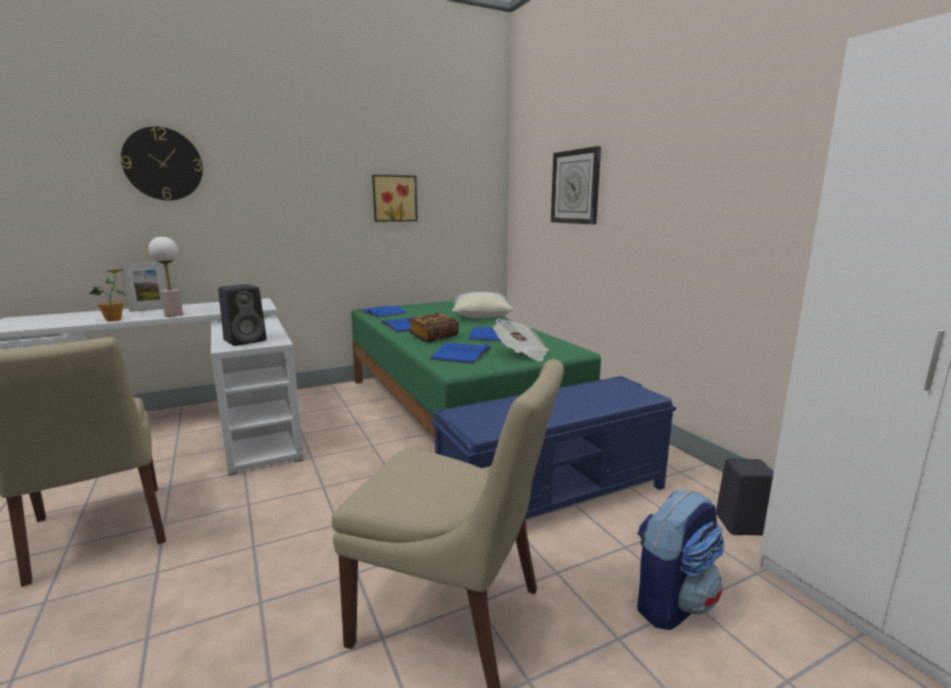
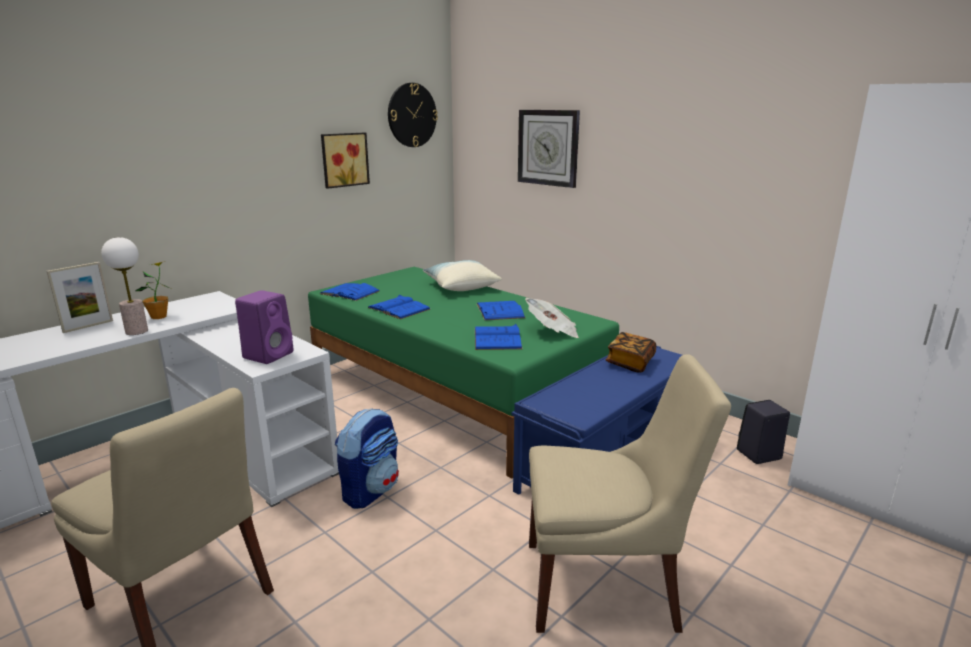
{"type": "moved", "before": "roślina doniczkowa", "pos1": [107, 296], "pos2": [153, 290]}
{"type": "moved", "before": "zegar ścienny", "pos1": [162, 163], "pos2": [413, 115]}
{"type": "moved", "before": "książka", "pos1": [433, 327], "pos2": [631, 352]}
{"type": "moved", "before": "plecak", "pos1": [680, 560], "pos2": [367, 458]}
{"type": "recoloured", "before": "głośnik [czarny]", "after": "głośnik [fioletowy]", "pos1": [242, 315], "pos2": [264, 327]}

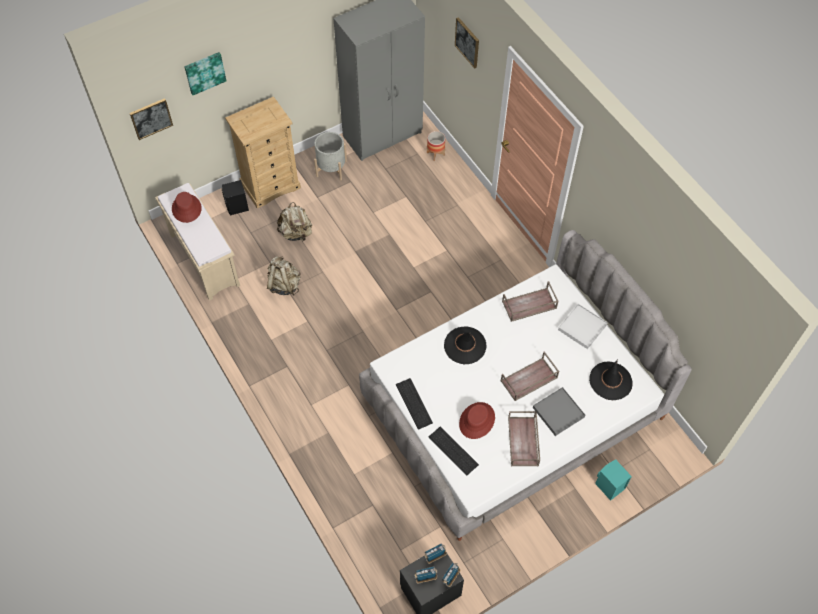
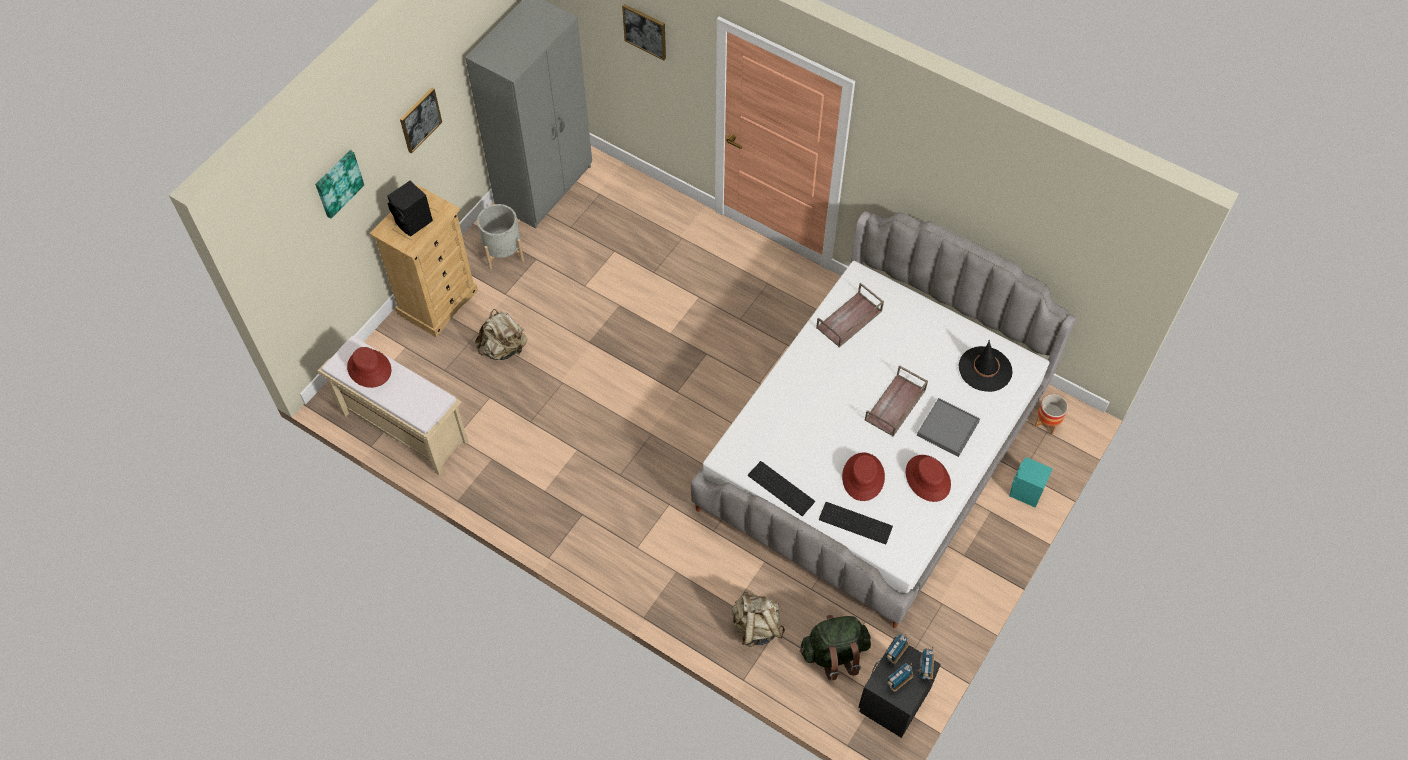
{"type": "removed", "before": "kapelusz [czarny]", "pos1": [465, 345]}
{"type": "removed", "before": "taca [biały]", "pos1": [583, 326]}
{"type": "added", "after": "plecak [zielony]", "pos2": [835, 647]}
{"type": "moved", "before": "obraz", "pos1": [151, 119], "pos2": [421, 121]}
{"type": "moved", "before": "głośnik [czarny]", "pos1": [235, 197], "pos2": [410, 208]}
{"type": "moved", "before": "plecak [beżowy]", "pos1": [284, 276], "pos2": [758, 619]}
{"type": "moved", "before": "donica", "pos1": [436, 146], "pos2": [1051, 414]}
{"type": "replaced", "before": "taca [brązowy]", "after": "kapelusz [czerwony]", "pos1": [524, 439], "pos2": [928, 478]}

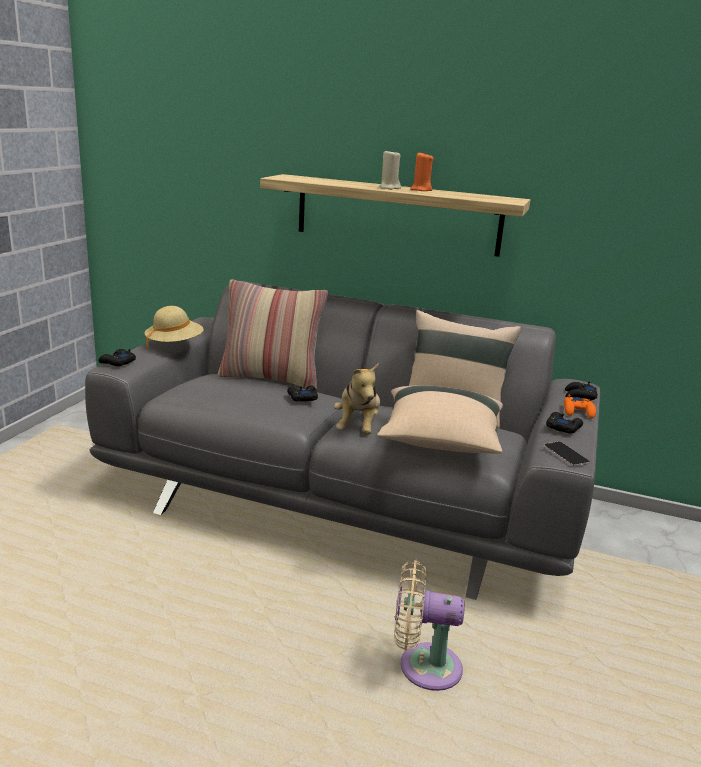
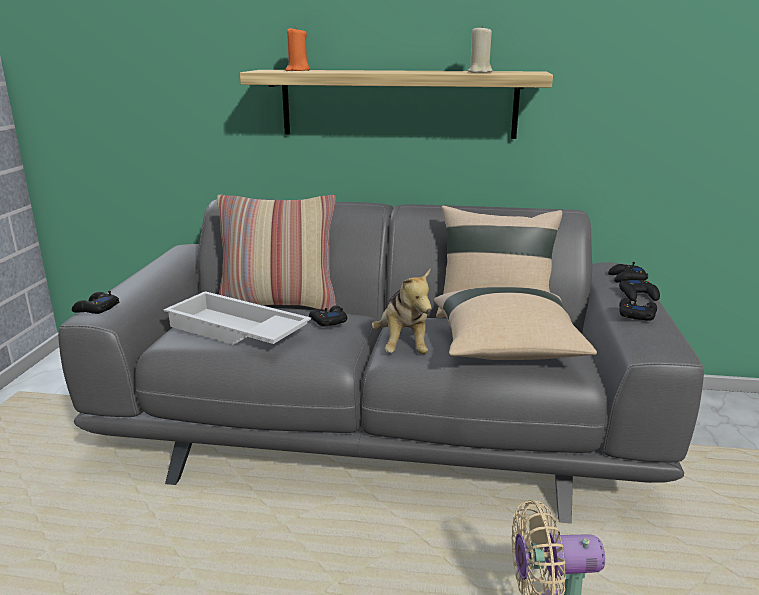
{"type": "removed", "before": "kapelusz [beżowy]", "pos1": [174, 327]}
{"type": "removed", "before": "telefon", "pos1": [567, 453]}
{"type": "added", "after": "taca [biały]", "pos2": [237, 318]}
{"type": "moved", "before": "świeca [beżowy]", "pos1": [390, 169], "pos2": [480, 49]}
{"type": "moved", "before": "świeca [pomarańczowy]", "pos1": [422, 171], "pos2": [297, 48]}
{"type": "recoloured", "before": "pad do gier [pomarańczowy]", "after": "pad do gier [czarny]", "pos1": [580, 406], "pos2": [639, 289]}

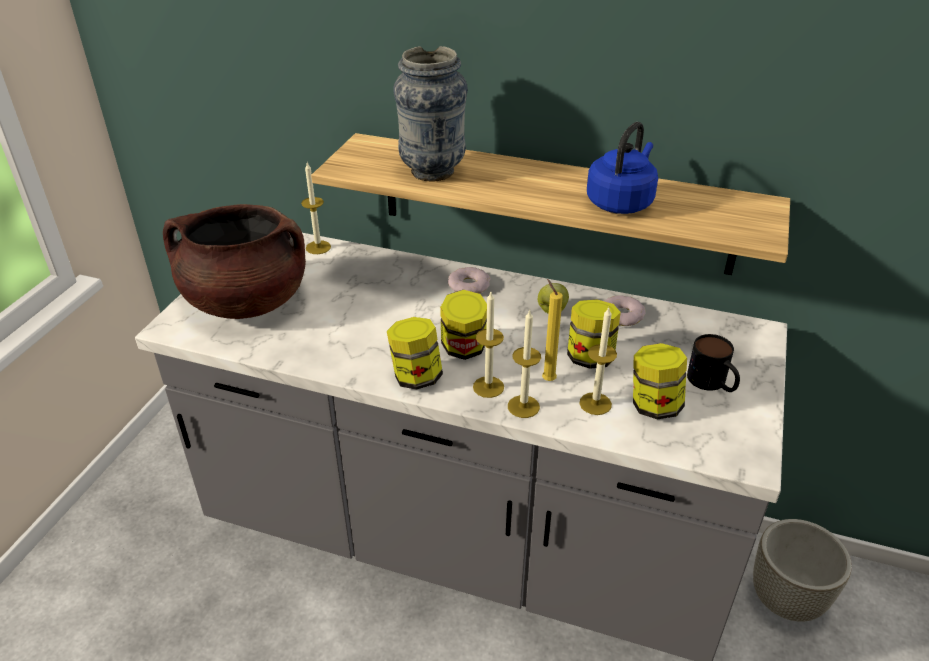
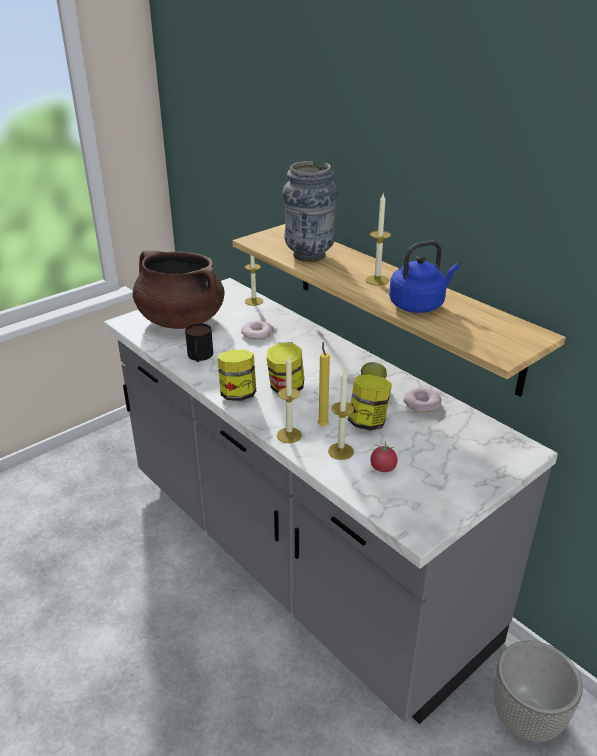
{"type": "moved", "before": "donut", "pos1": [469, 280], "pos2": [257, 330]}
{"type": "moved", "before": "świeca", "pos1": [488, 345], "pos2": [378, 240]}
{"type": "moved", "before": "kubek", "pos1": [713, 363], "pos2": [199, 342]}
{"type": "replaced", "before": "słoik", "after": "pomidor", "pos1": [660, 381], "pos2": [384, 457]}

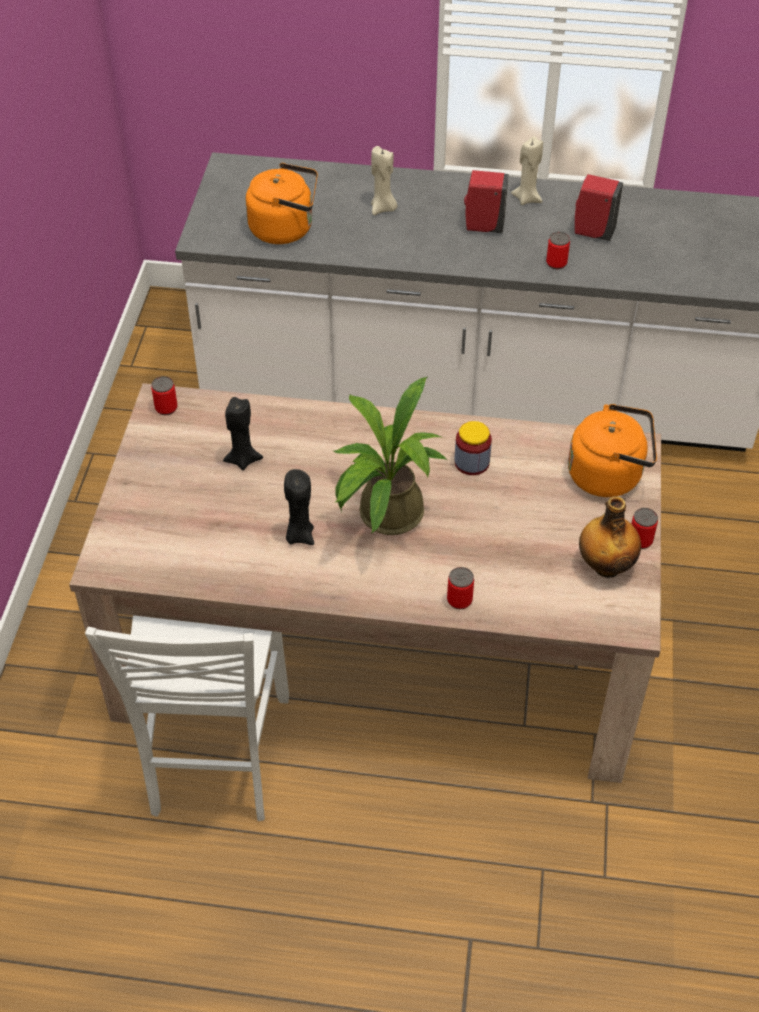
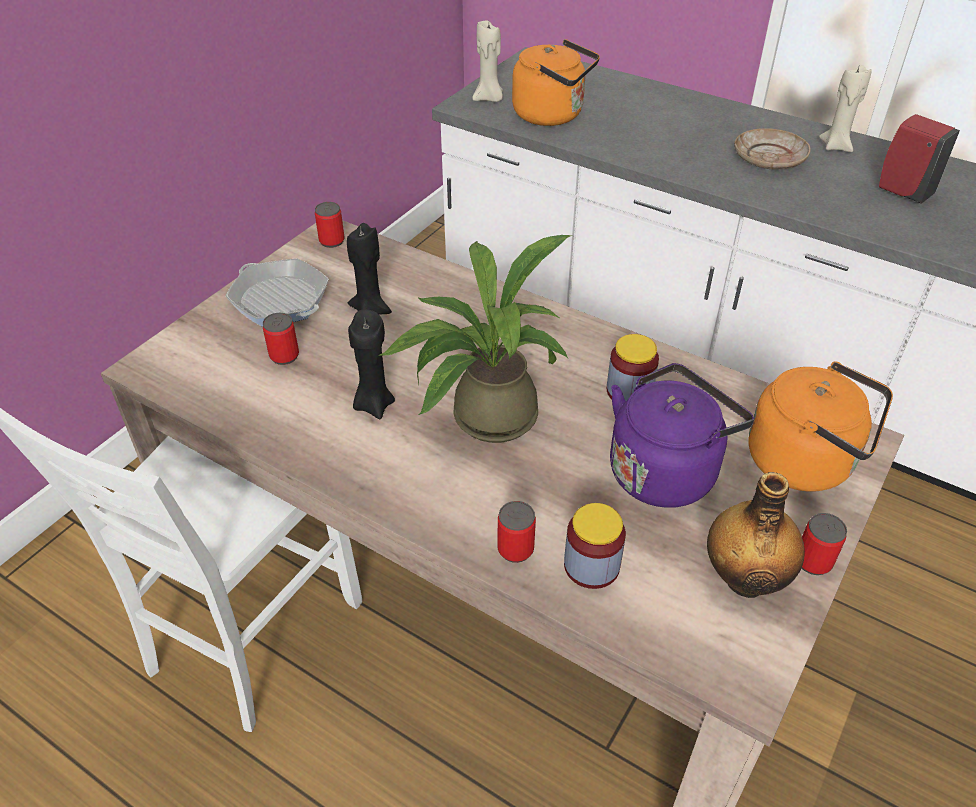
{"type": "added", "after": "patelnia", "pos2": [277, 292]}
{"type": "added", "after": "słoik", "pos2": [595, 546]}
{"type": "added", "after": "czajnik [fioletowy]", "pos2": [682, 435]}
{"type": "moved", "before": "świeca [beżowy]", "pos1": [384, 180], "pos2": [487, 61]}
{"type": "moved", "before": "puszka", "pos1": [558, 250], "pos2": [281, 339]}
{"type": "replaced", "before": "dozownik mydła [czerwony]", "after": "talerz [beżowy]", "pos1": [486, 201], "pos2": [772, 149]}

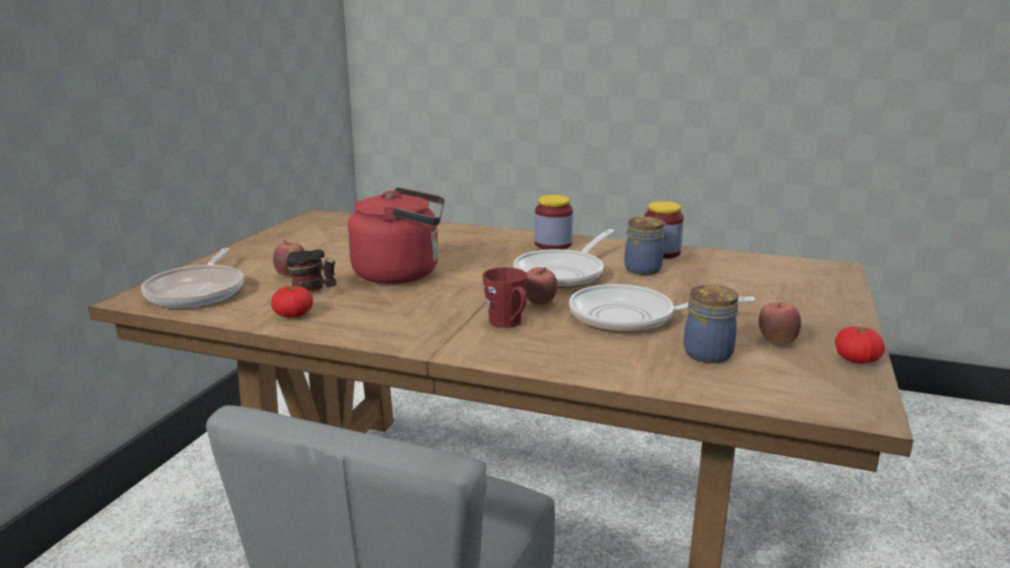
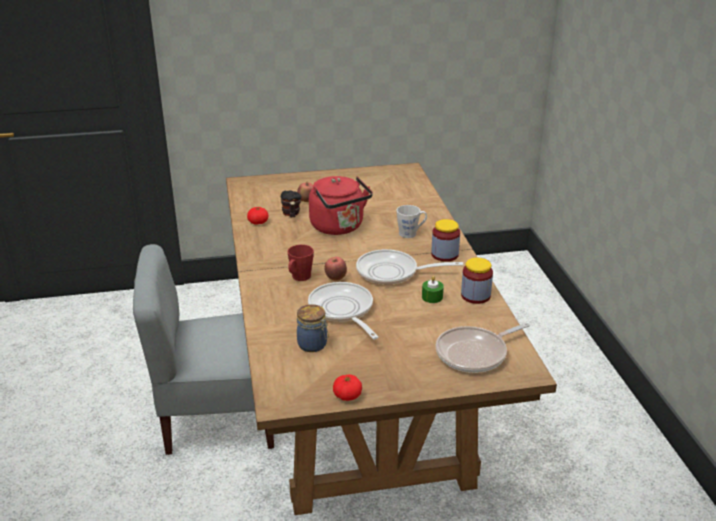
{"type": "removed", "before": "jabłko", "pos1": [780, 323]}
{"type": "added", "after": "kubek [szary]", "pos2": [411, 221]}
{"type": "moved", "before": "patelnia", "pos1": [192, 278], "pos2": [483, 348]}
{"type": "replaced", "before": "słoik", "after": "świeca [zielony]", "pos1": [645, 246], "pos2": [433, 289]}

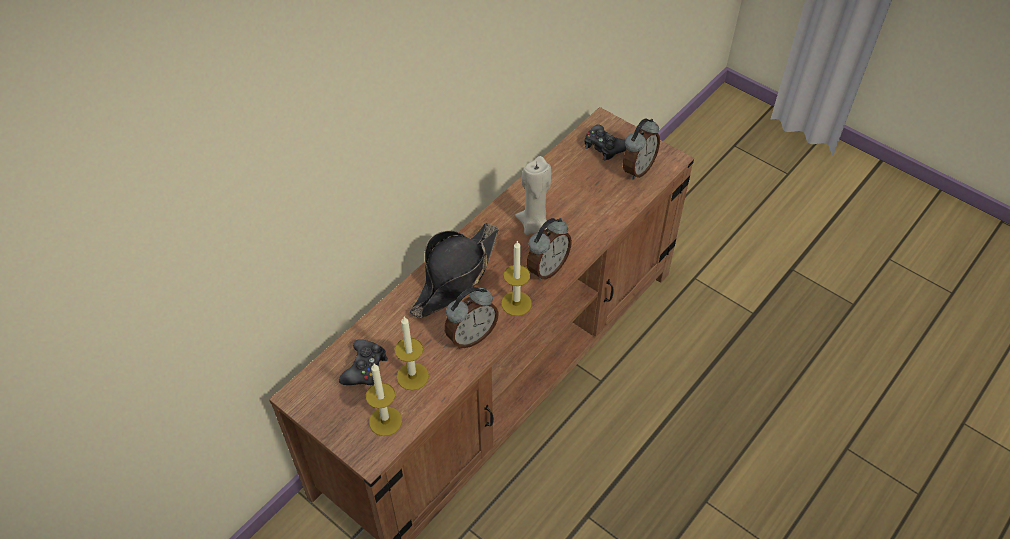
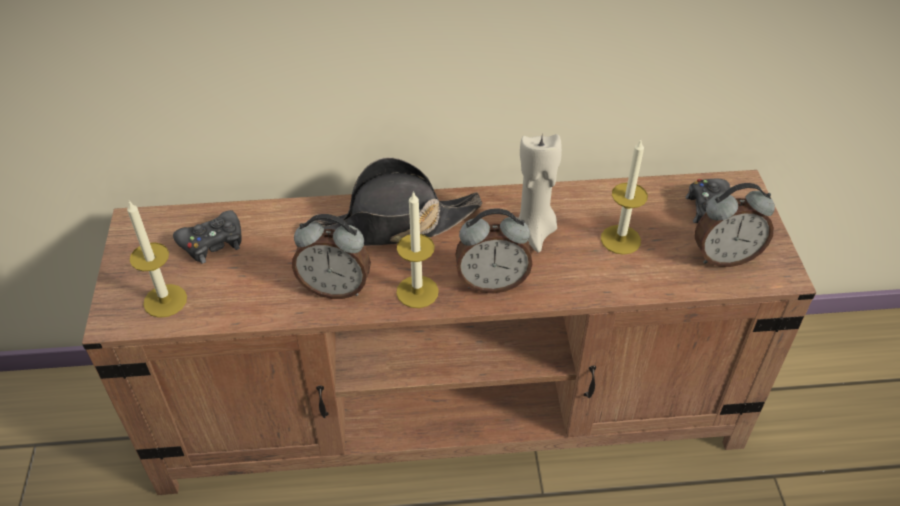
{"type": "moved", "before": "świeca", "pos1": [412, 353], "pos2": [624, 197]}

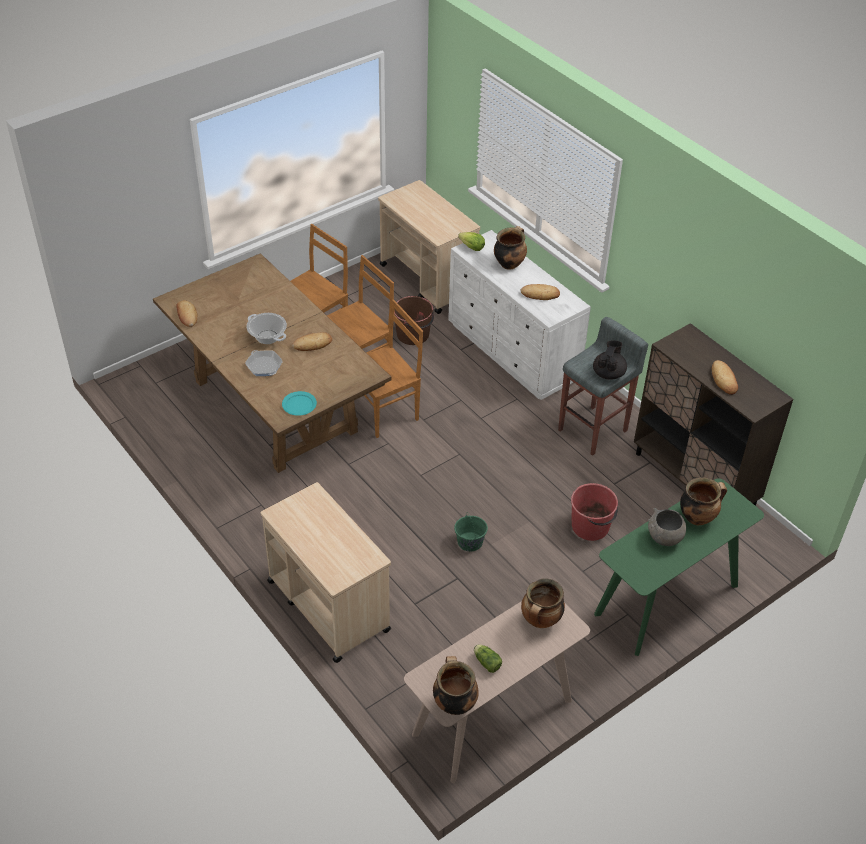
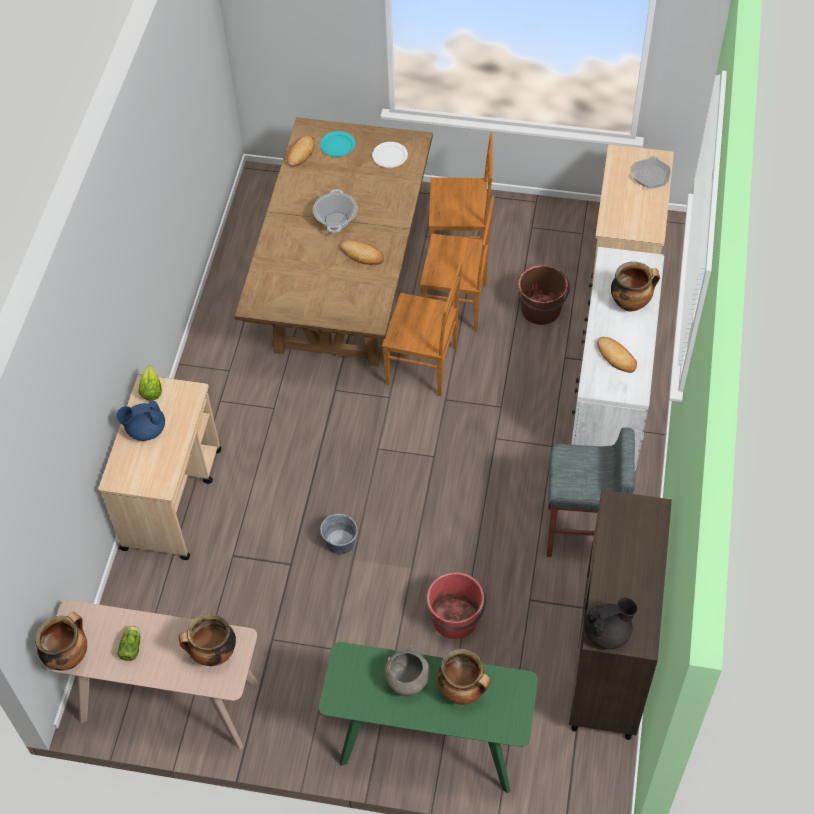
{"type": "removed", "before": "chleb", "pos1": [725, 377]}
{"type": "added", "after": "imbryk [niebieski]", "pos2": [140, 420]}
{"type": "added", "after": "talerz [biały]", "pos2": [390, 155]}
{"type": "moved", "before": "patelnia", "pos1": [264, 363], "pos2": [652, 172]}
{"type": "moved", "before": "talerz [turkusowy]", "pos1": [299, 403], "pos2": [338, 144]}
{"type": "moved", "before": "sałata", "pos1": [471, 241], "pos2": [150, 383]}
{"type": "moved", "before": "imbryk [czarny]", "pos1": [610, 360], "pos2": [611, 623]}
{"type": "recoloured", "before": "wiadro [zielony]", "after": "wiadro [szary]", "pos1": [471, 531], "pos2": [339, 534]}

